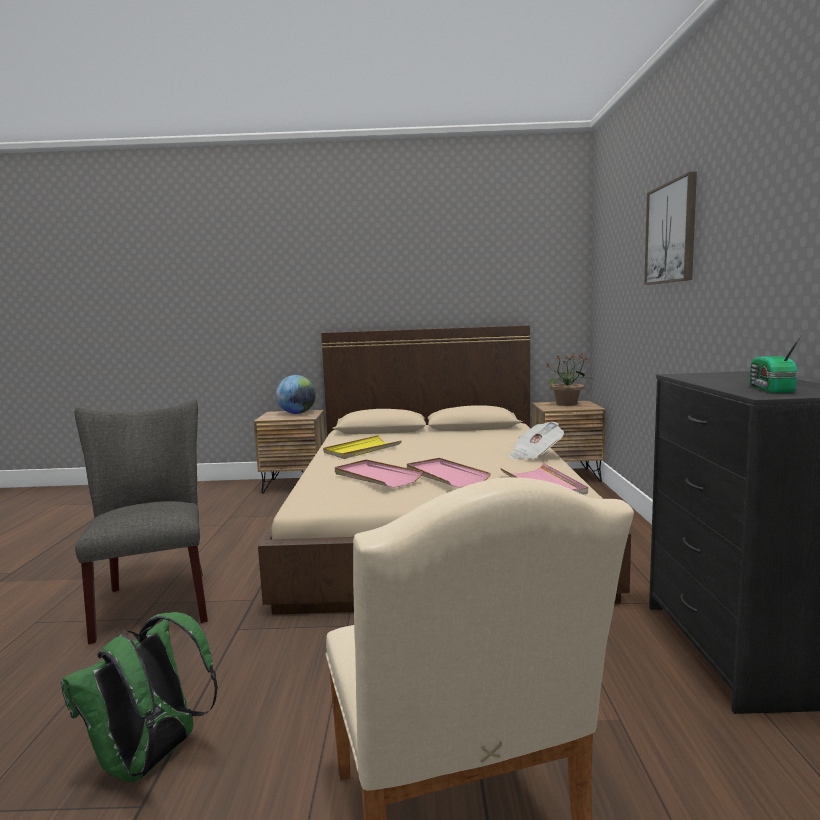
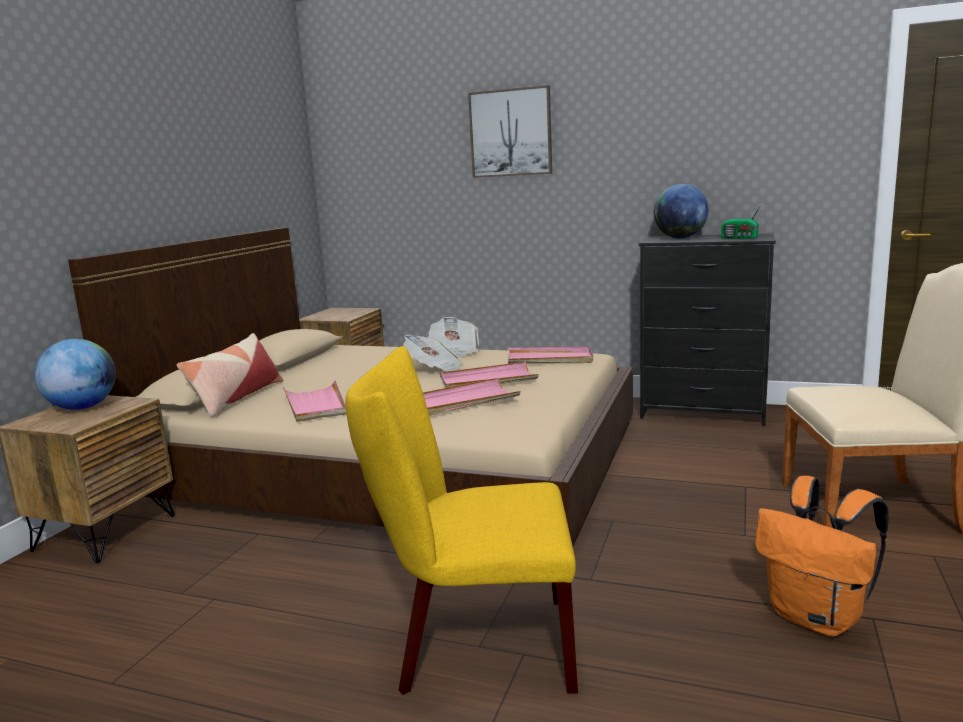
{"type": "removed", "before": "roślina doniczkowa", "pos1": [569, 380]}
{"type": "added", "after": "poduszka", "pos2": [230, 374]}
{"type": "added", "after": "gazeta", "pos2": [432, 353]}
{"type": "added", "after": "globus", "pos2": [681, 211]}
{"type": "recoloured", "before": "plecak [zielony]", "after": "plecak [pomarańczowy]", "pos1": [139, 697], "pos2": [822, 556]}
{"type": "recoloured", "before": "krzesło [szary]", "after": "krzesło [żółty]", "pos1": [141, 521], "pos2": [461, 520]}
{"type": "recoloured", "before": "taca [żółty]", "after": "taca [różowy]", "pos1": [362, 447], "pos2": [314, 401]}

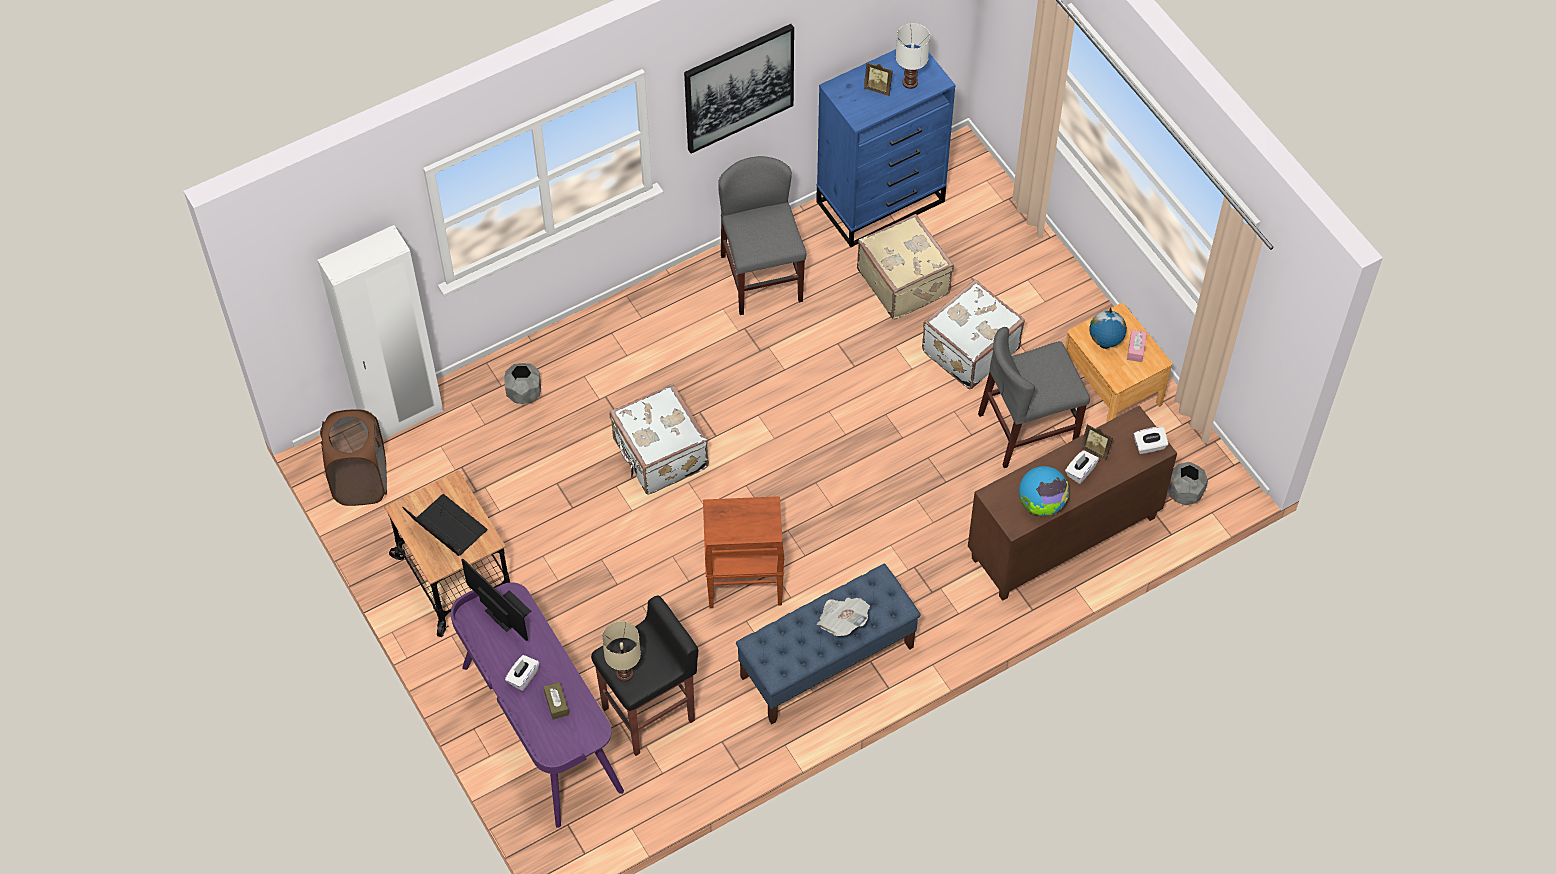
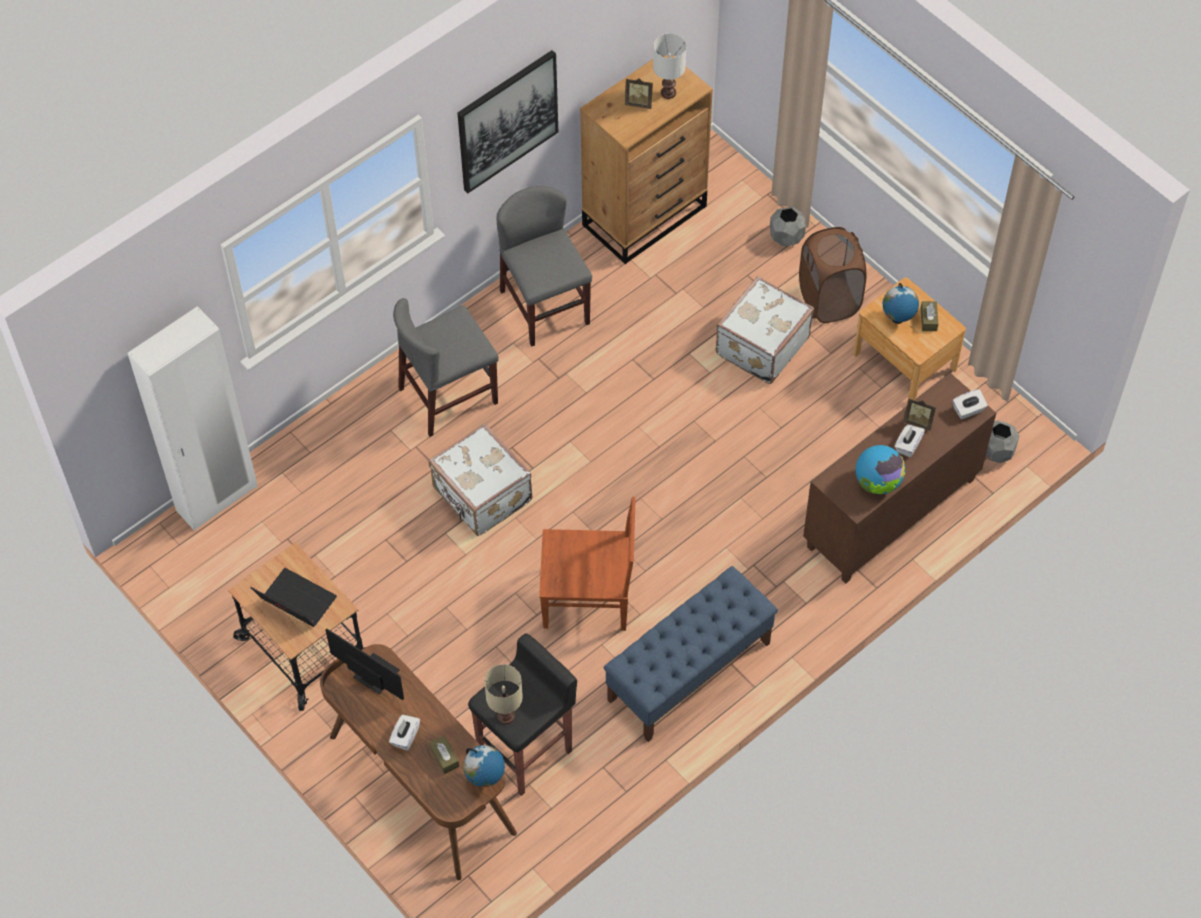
{"type": "removed", "before": "gazeta", "pos1": [843, 617]}
{"type": "removed", "before": "walizka [beżowy]", "pos1": [905, 266]}
{"type": "added", "after": "globus", "pos2": [484, 766]}
{"type": "moved", "before": "kosz na pranie [brązowy]", "pos1": [353, 457], "pos2": [833, 275]}
{"type": "moved", "before": "donica [szary]", "pos1": [522, 383], "pos2": [788, 226]}
{"type": "moved", "before": "krzesło [szary]", "pos1": [1034, 397], "pos2": [446, 367]}
{"type": "recoloured", "before": "biurko [fioletowy]", "after": "biurko [brązowy]", "pos1": [537, 705], "pos2": [418, 762]}
{"type": "recoloured", "before": "komoda [niebieski]", "after": "komoda [brązowy]", "pos1": [885, 146], "pos2": [646, 159]}
{"type": "recoloured", "before": "pudełko chusteczek [różowy]", "after": "pudełko chusteczek [brązowy]", "pos1": [1137, 346], "pos2": [929, 316]}
{"type": "turned", "before": "krzesło [brązowy]", "pos1": [743, 552], "pos2": [587, 564], "turn": -75}

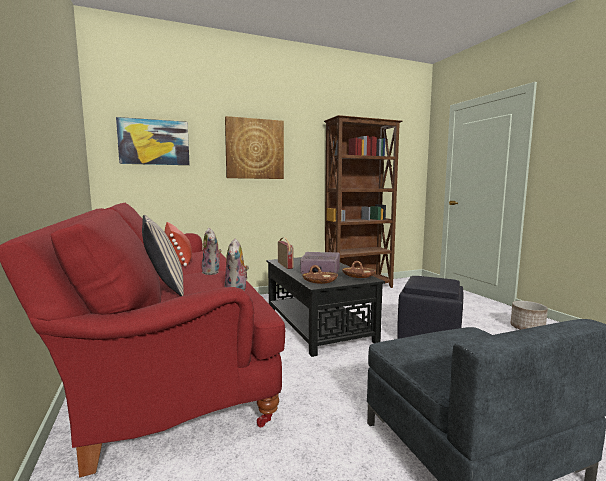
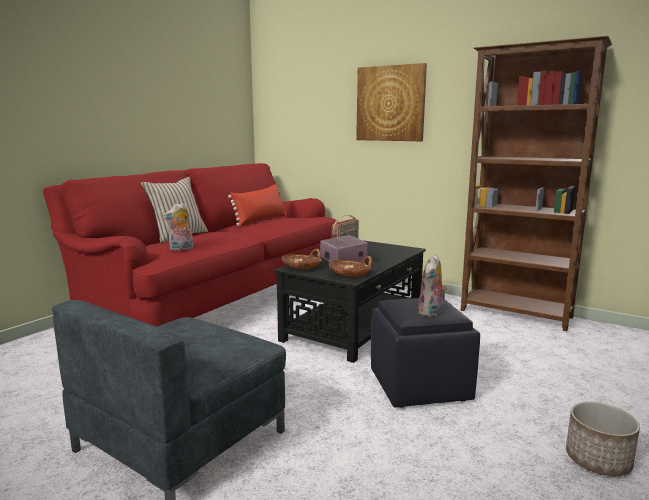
{"type": "removed", "before": "obraz", "pos1": [153, 141]}
{"type": "moved", "before": "pluszak", "pos1": [212, 251], "pos2": [432, 285]}

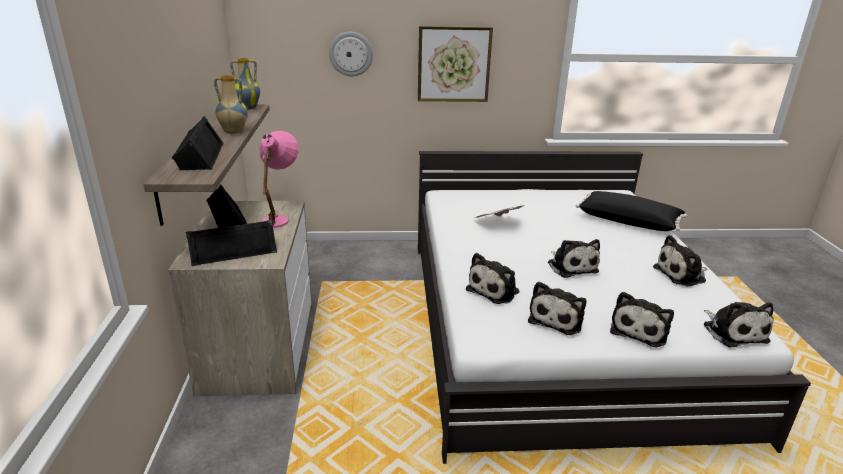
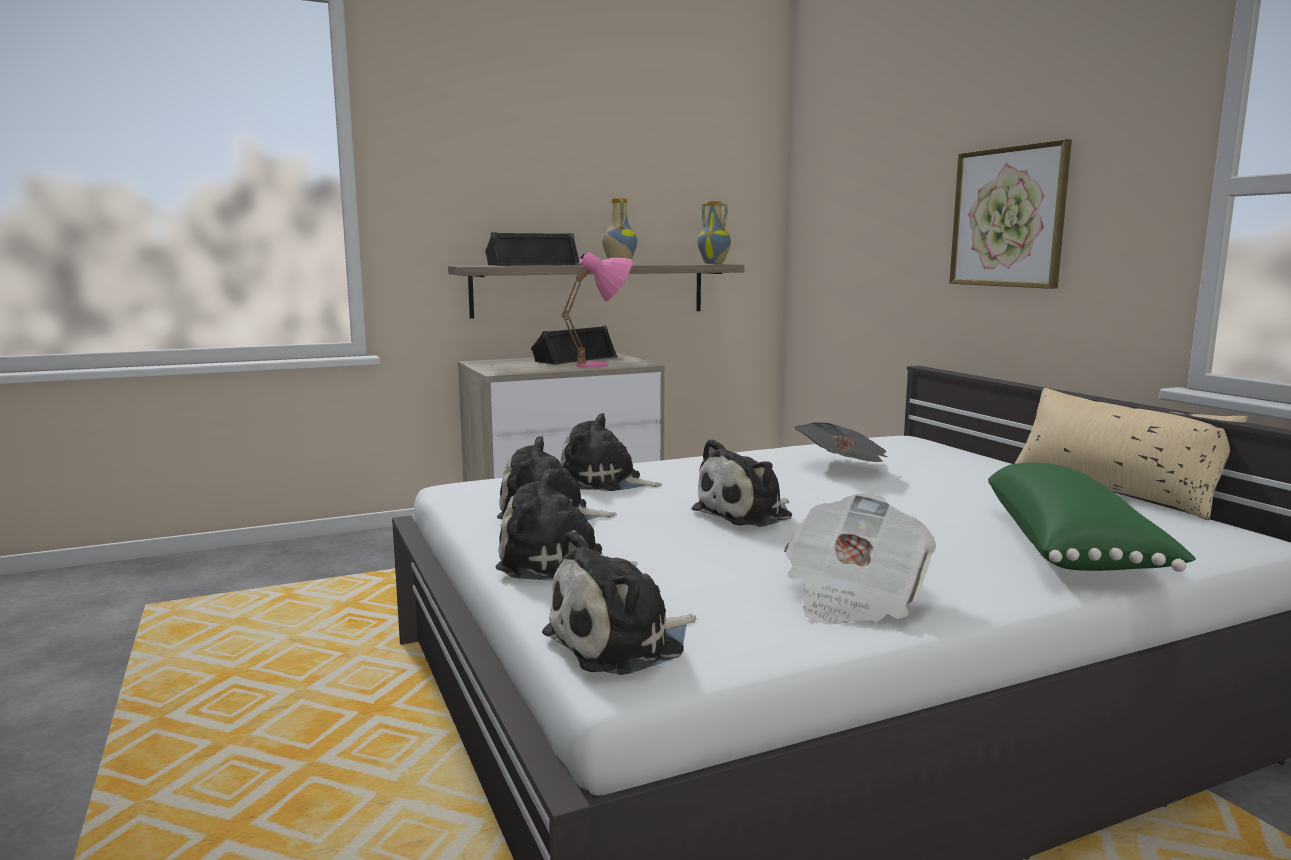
{"type": "removed", "before": "głośnik [czarny]", "pos1": [231, 243]}
{"type": "removed", "before": "zegar ścienny", "pos1": [351, 54]}
{"type": "added", "after": "poduszka [beżowy]", "pos2": [1131, 454]}
{"type": "replaced", "before": "pluszak", "after": "gazeta", "pos1": [680, 260], "pos2": [860, 559]}
{"type": "recoloured", "before": "poduszka [czarny]", "after": "poduszka [zielony]", "pos1": [631, 211], "pos2": [1092, 517]}

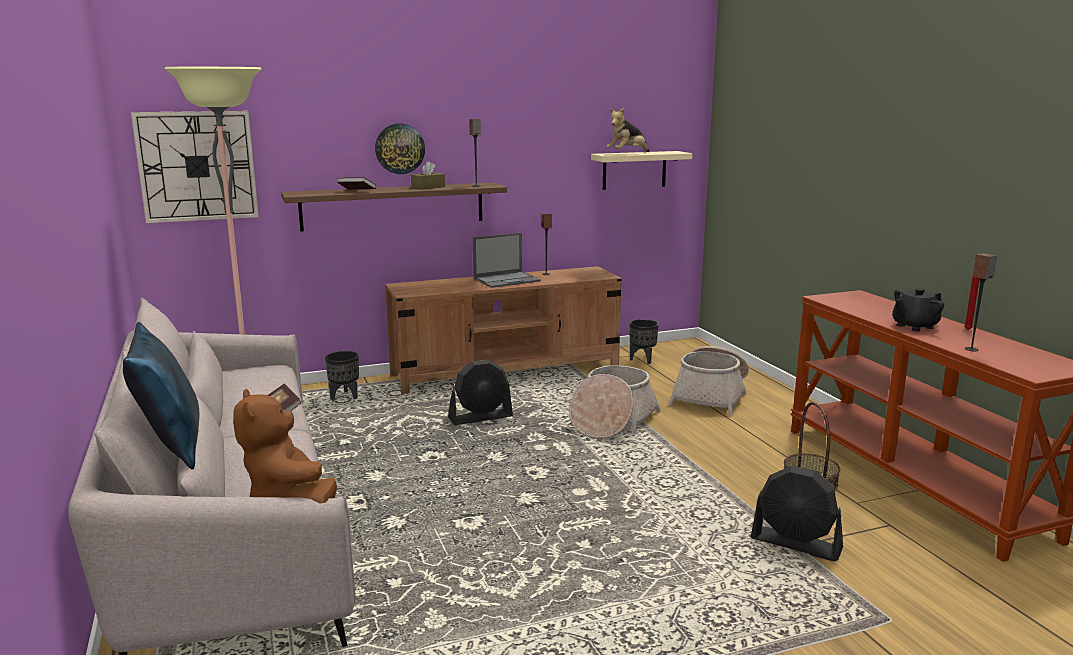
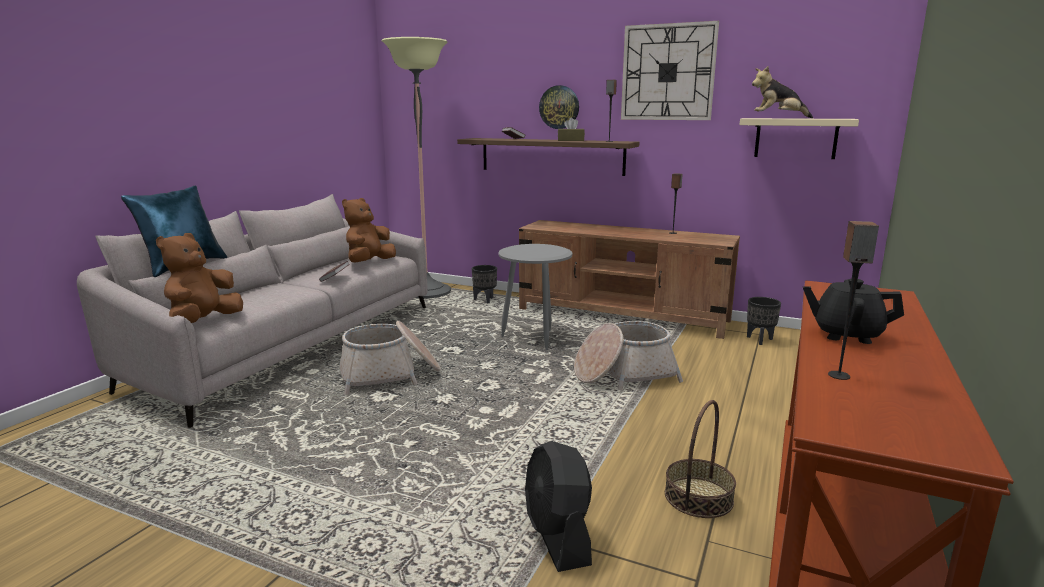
{"type": "removed", "before": "laptop", "pos1": [507, 260]}
{"type": "removed", "before": "świeca [czerwony]", "pos1": [971, 303]}
{"type": "added", "after": "pluszak [brązowy]", "pos2": [369, 230]}
{"type": "moved", "before": "zegar ścienny", "pos1": [195, 167], "pos2": [670, 70]}
{"type": "moved", "before": "koszyk", "pos1": [708, 381], "pos2": [390, 358]}
{"type": "replaced", "before": "wentylator [czarny]", "after": "stolik [szary]", "pos1": [480, 392], "pos2": [535, 297]}

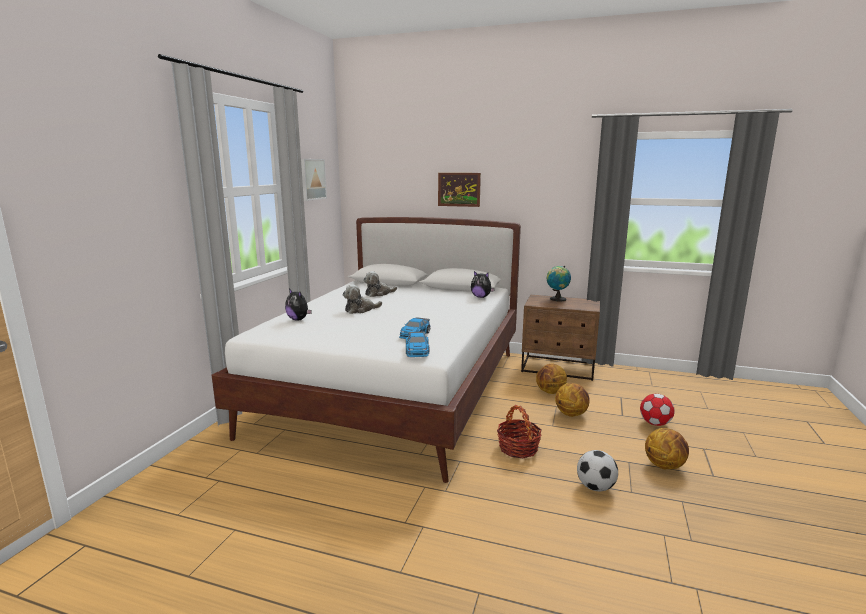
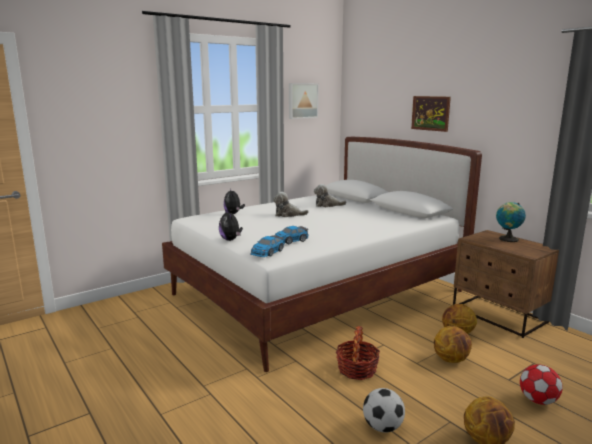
{"type": "moved", "before": "pluszak", "pos1": [483, 284], "pos2": [231, 225]}

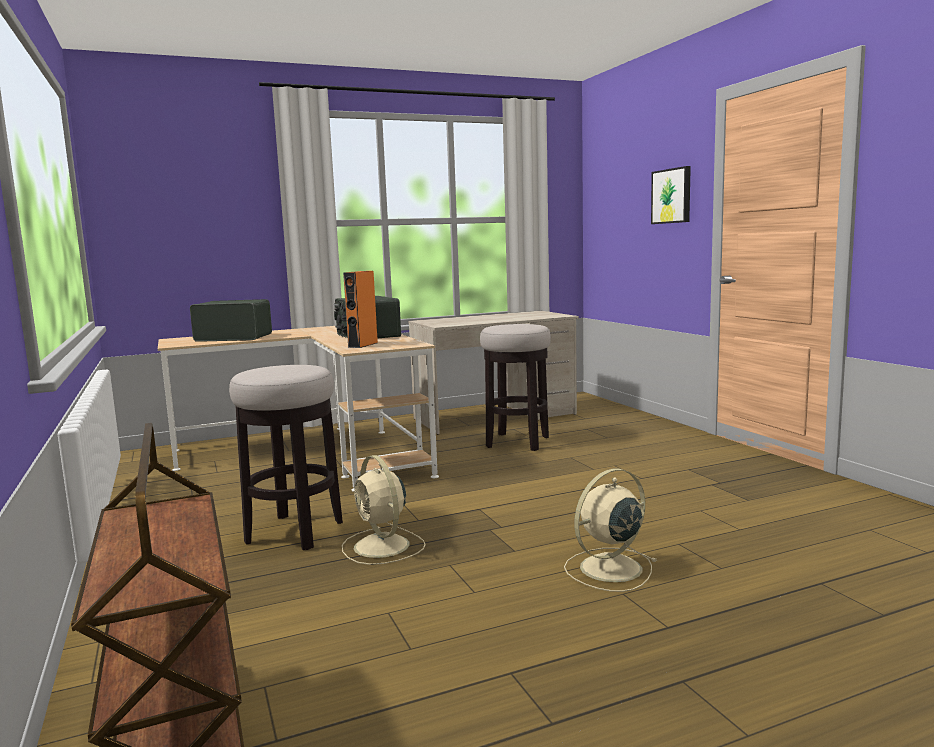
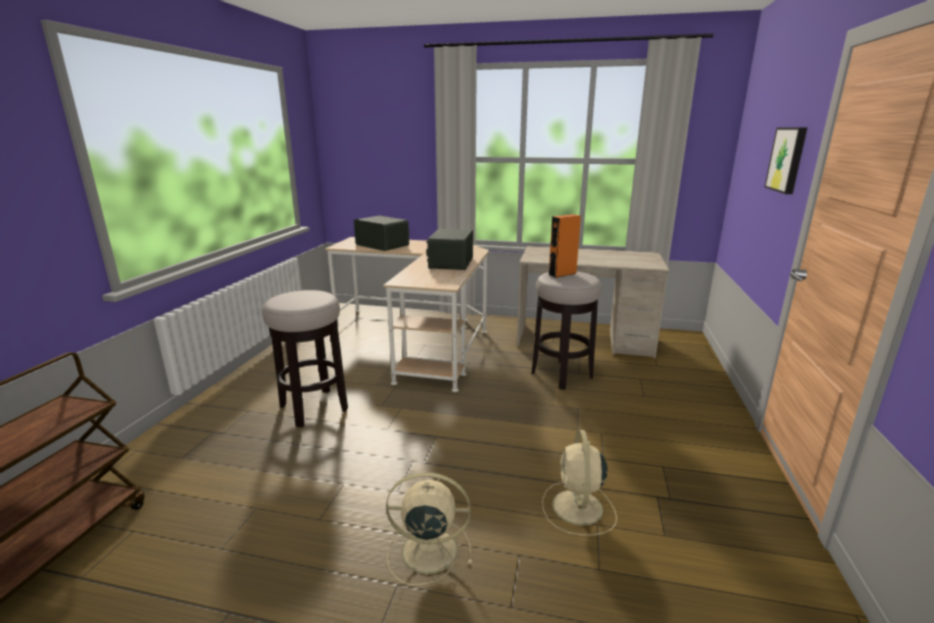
{"type": "moved", "before": "wentylator [beżowy]", "pos1": [384, 510], "pos2": [579, 483]}
{"type": "moved", "before": "głośnik [pomarańczowy]", "pos1": [360, 309], "pos2": [565, 246]}

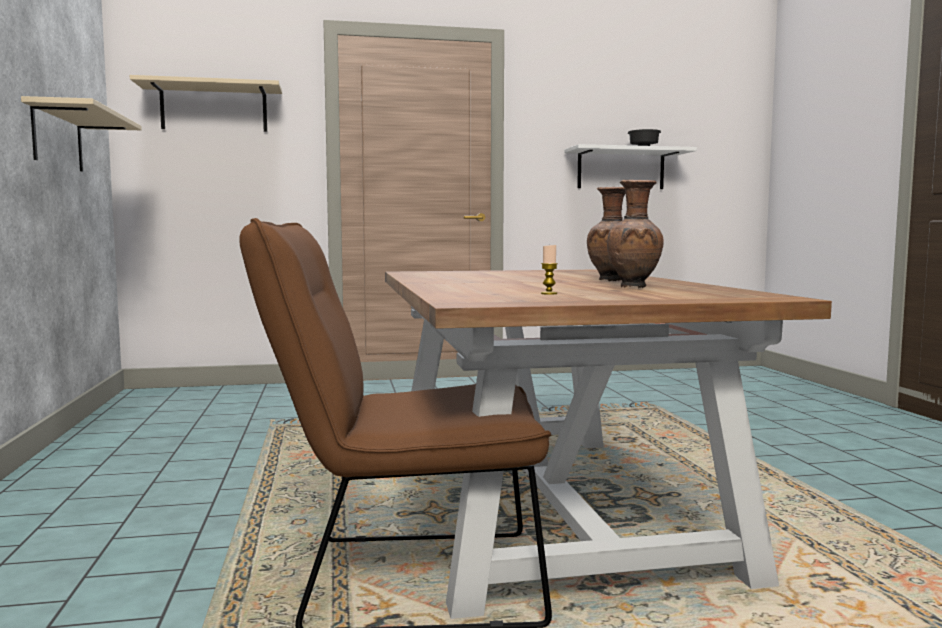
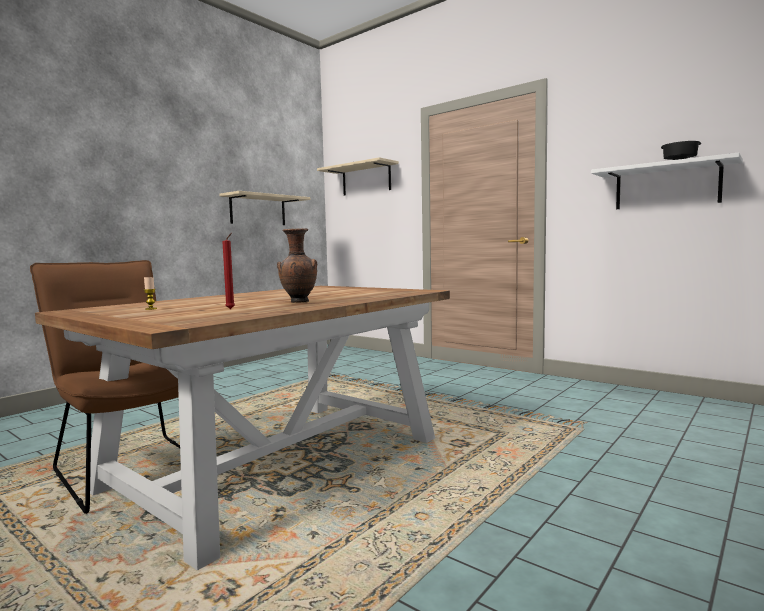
{"type": "replaced", "before": "wazon [brązowy]", "after": "świeca [czerwony]", "pos1": [635, 234], "pos2": [228, 271]}

